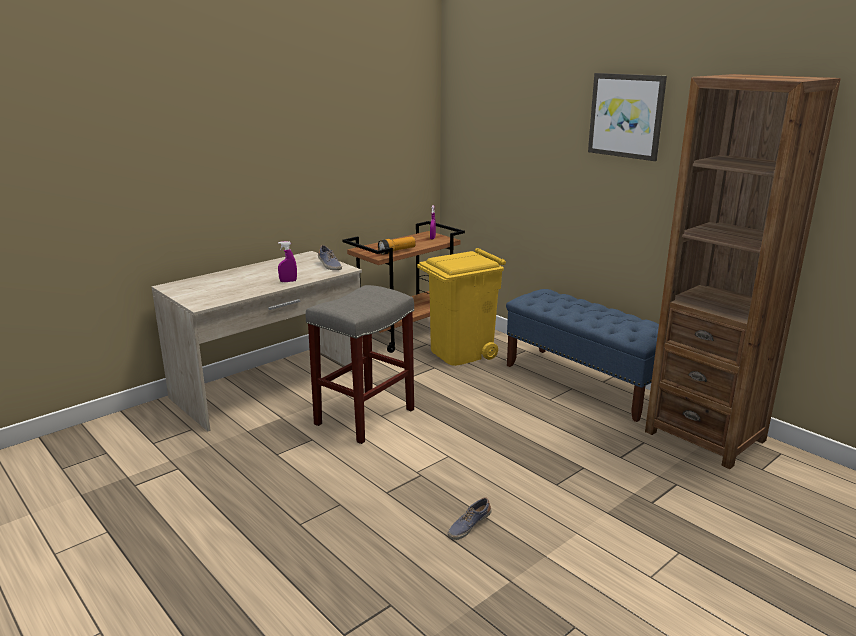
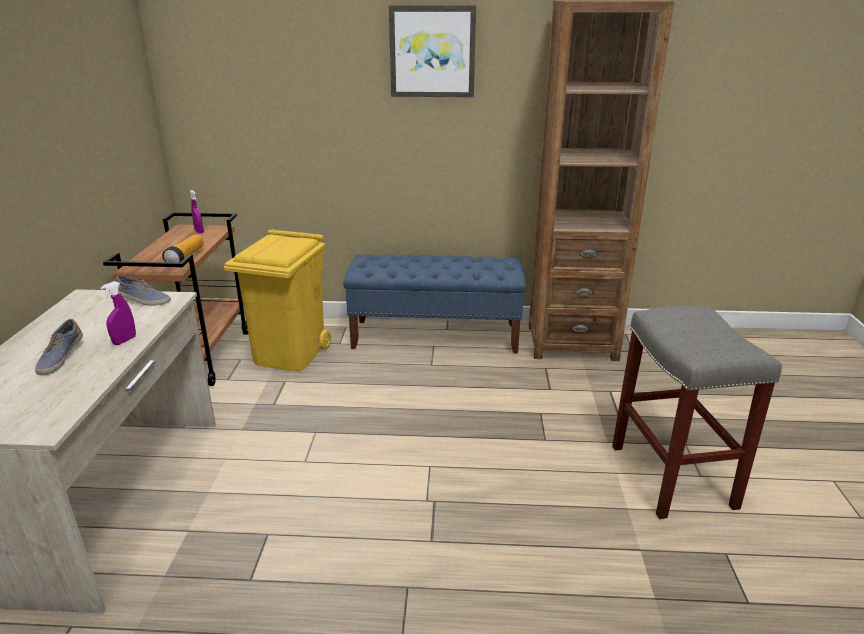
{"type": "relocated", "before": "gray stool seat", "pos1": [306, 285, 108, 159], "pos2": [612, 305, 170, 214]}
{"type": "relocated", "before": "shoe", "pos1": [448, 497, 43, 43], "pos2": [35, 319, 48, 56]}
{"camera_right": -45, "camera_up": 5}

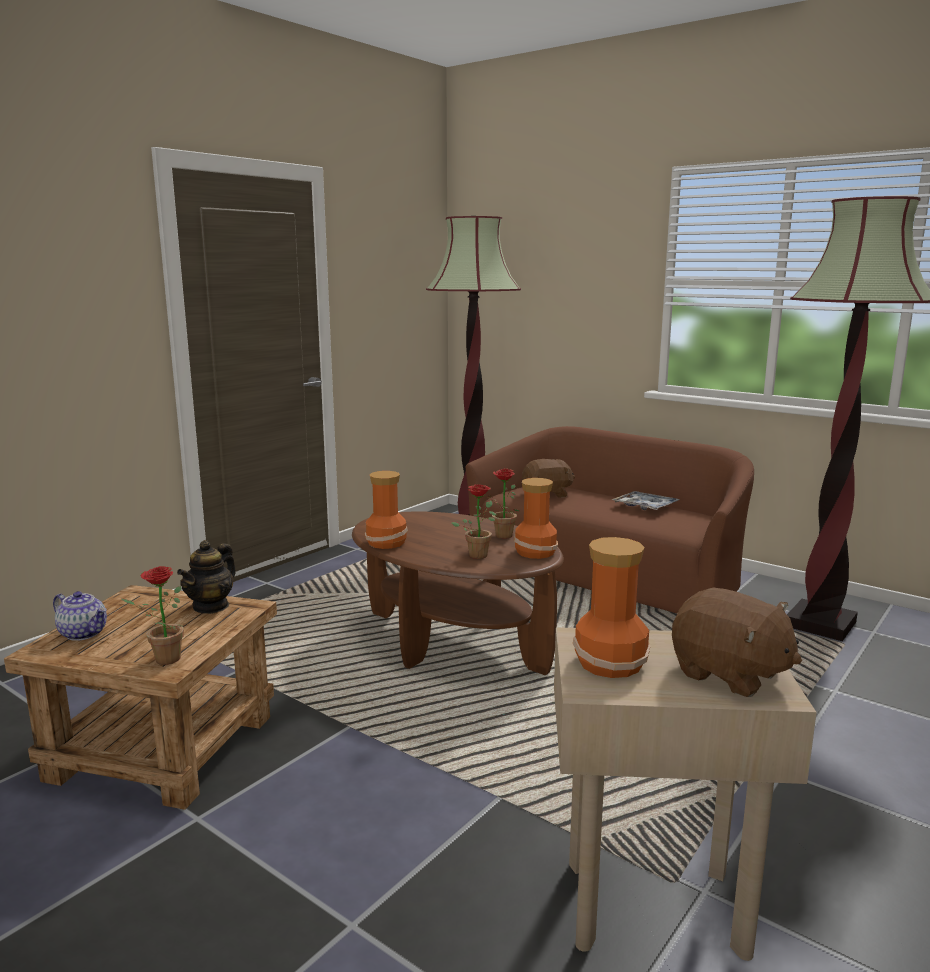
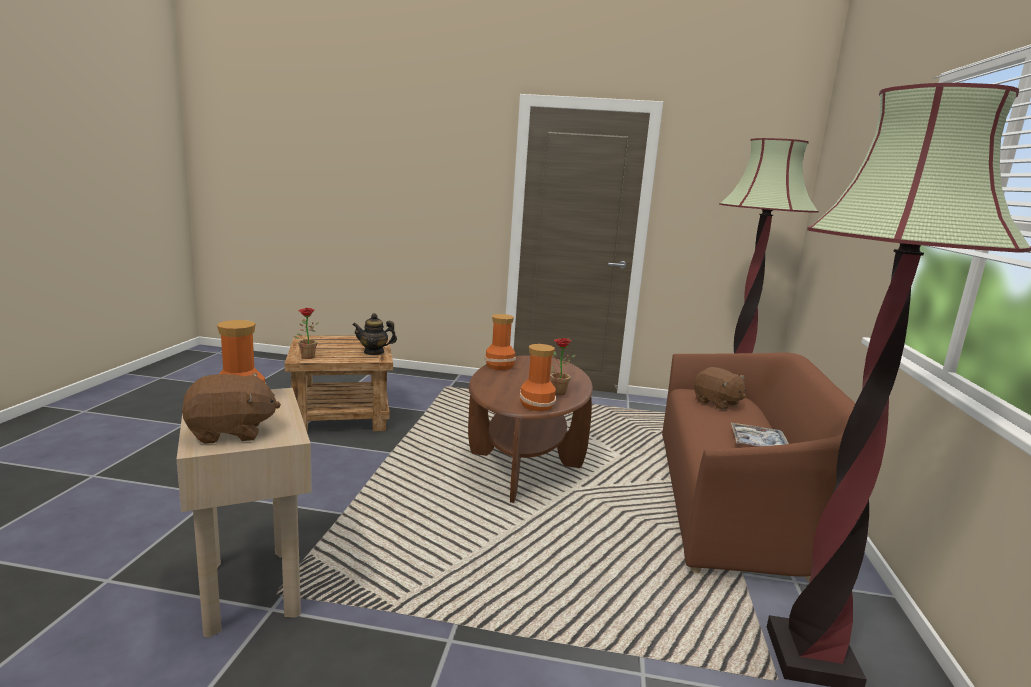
{"type": "missing", "before": "potted plant", "pos1": [451, 484, 45, 75]}
{"type": "spun", "before": "brown-coloured plush toy", "pos1": [672, 588, 130, 109], "pos2": [181, 373, 100, 71], "turn": -120}
{"type": "missing", "before": "tea pot", "pos1": [53, 591, 54, 50]}
{"camera_right": 60, "camera_up": 0}

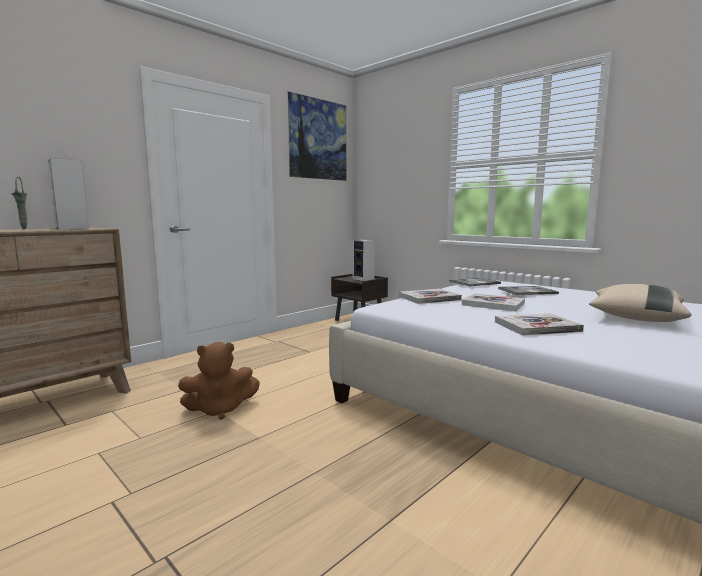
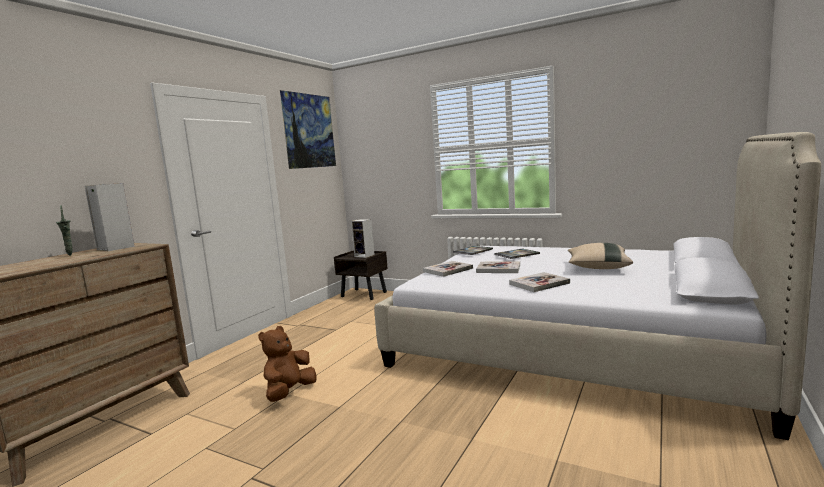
{"type": "spun", "before": "brown-coloured plush toy", "pos1": [178, 342, 82, 78], "pos2": [258, 326, 59, 76], "turn": 150}
{"camera_right": -15, "camera_up": 0}

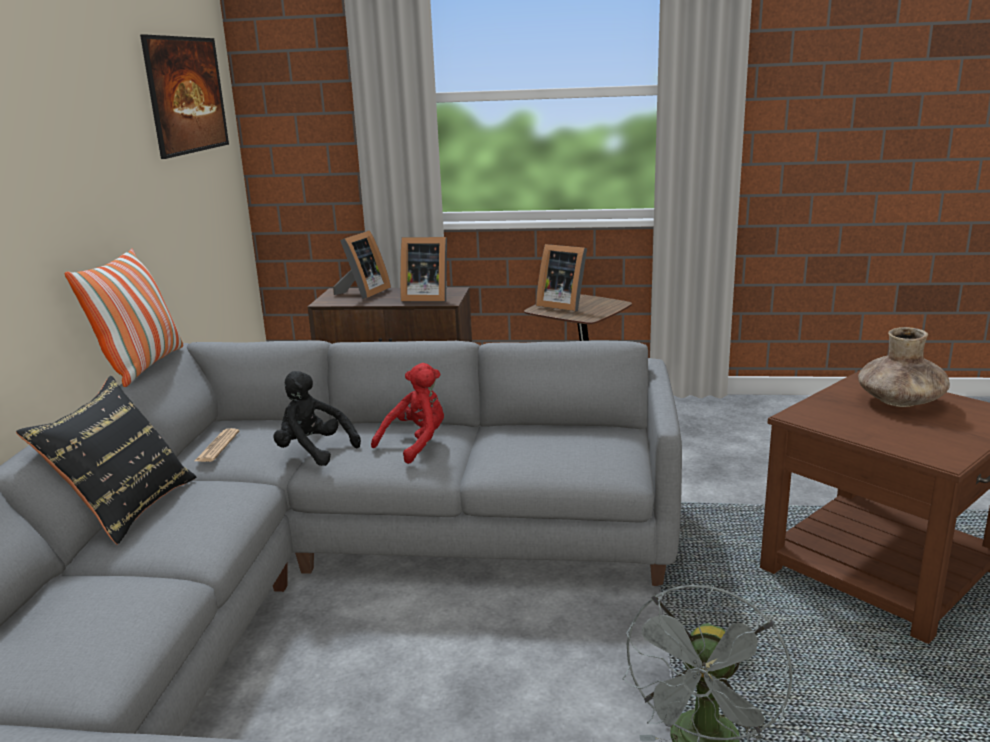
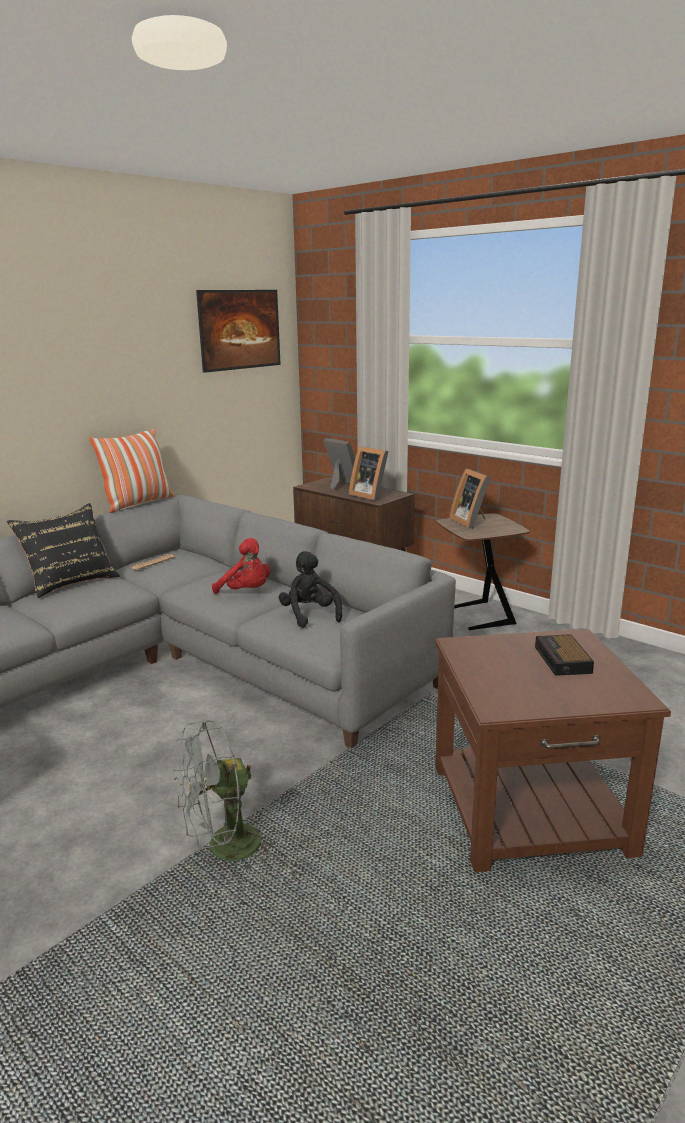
{"type": "spun", "before": "picture frame", "pos1": [333, 230, 58, 69], "pos2": [324, 438, 31, 52], "turn": -105}
{"type": "exchanged", "before": "brown-coloured vase", "after": "table clock", "pos1": [858, 327, 92, 80], "pos2": [535, 634, 59, 42]}
{"type": "spun", "before": "reddish plush toy", "pos1": [371, 363, 73, 101], "pos2": [212, 538, 58, 56], "turn": 45}
{"type": "relocated", "before": "black plush toy", "pos1": [273, 371, 88, 95], "pos2": [279, 551, 63, 77]}
{"camera_right": 35, "camera_up": 0}

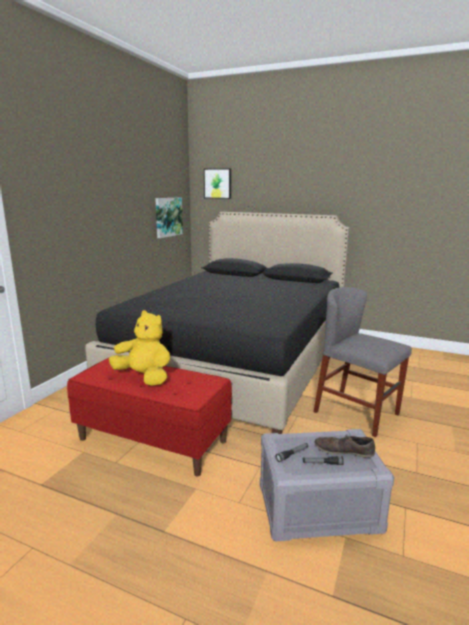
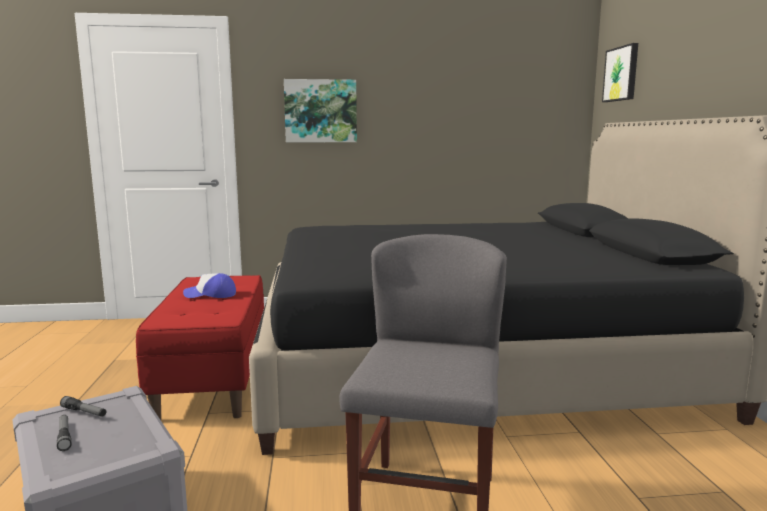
{"type": "relocated", "before": "picture", "pos1": [155, 197, 28, 41], "pos2": [284, 79, 73, 63]}
{"type": "exchanged", "before": "yellow-coloured plush toy", "after": "baseball cap", "pos1": [109, 310, 61, 76], "pos2": [183, 273, 53, 25]}
{"type": "missing", "before": "brown-coloured shoe", "pos1": [314, 435, 61, 23]}
{"camera_right": 60, "camera_up": -5}

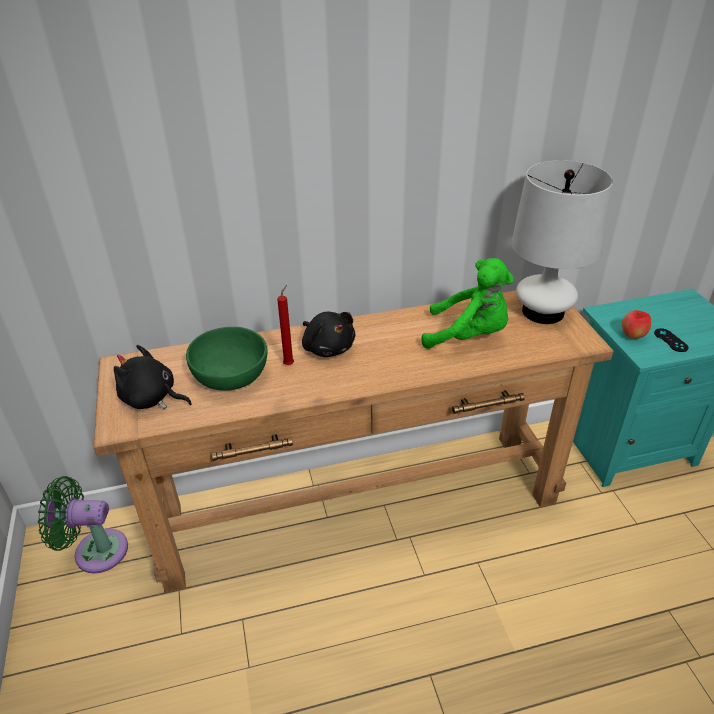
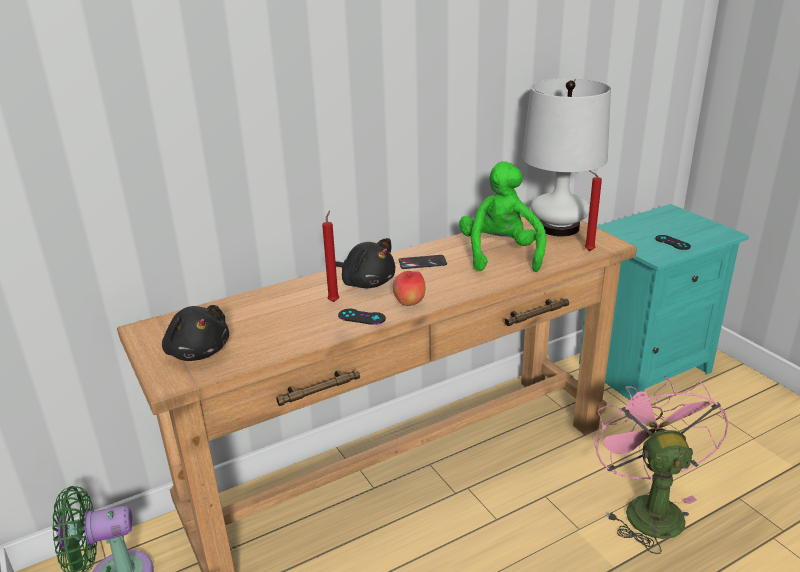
{"type": "spun", "before": "green plush toy", "pos1": [422, 258, 92, 91], "pos2": [459, 161, 87, 111], "turn": -90}
{"type": "relocated", "before": "whole apple", "pos1": [622, 310, 29, 29], "pos2": [393, 271, 33, 35]}
{"type": "missing", "before": "green deep dish", "pos1": [186, 327, 82, 64]}
{"type": "spun", "before": "black plush toy", "pos1": [114, 345, 78, 64], "pos2": [162, 305, 67, 56], "turn": -135}
{"type": "appeared", "after": "reddish wax candle", "pos2": [585, 170, 17, 81]}
{"type": "appeared", "after": "handset", "pos2": [399, 255, 48, 14]}
{"type": "appeared", "after": "black game controller", "pos2": [338, 309, 48, 16]}
{"type": "appeared", "after": "pinkish electric fan", "pos2": [592, 376, 137, 178]}
{"camera_right": -15, "camera_up": -10}

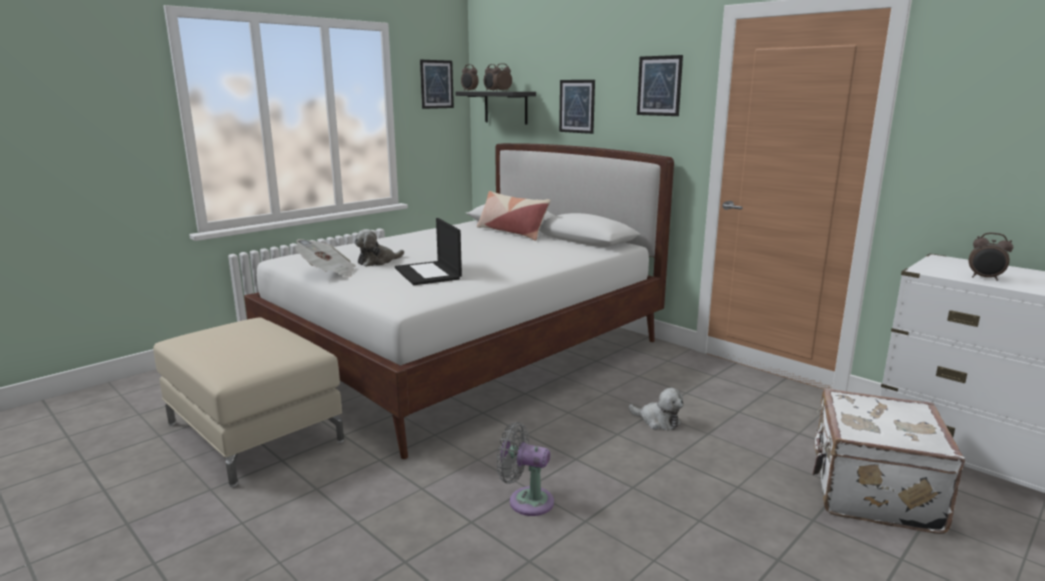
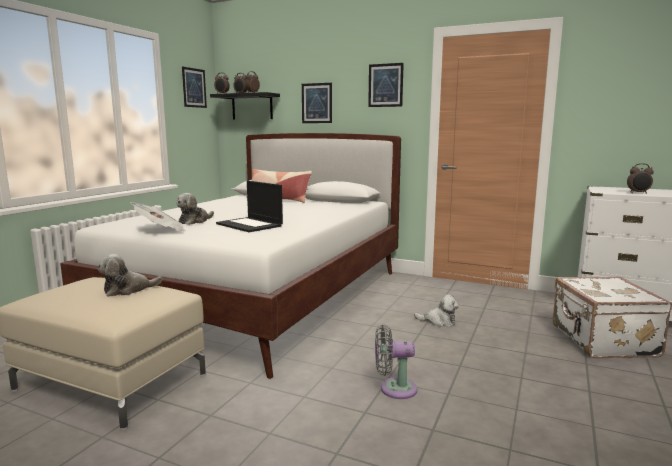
{"type": "appeared", "after": "plush toy", "pos2": [98, 254, 65, 43]}
{"camera_right": -20, "camera_up": -5}

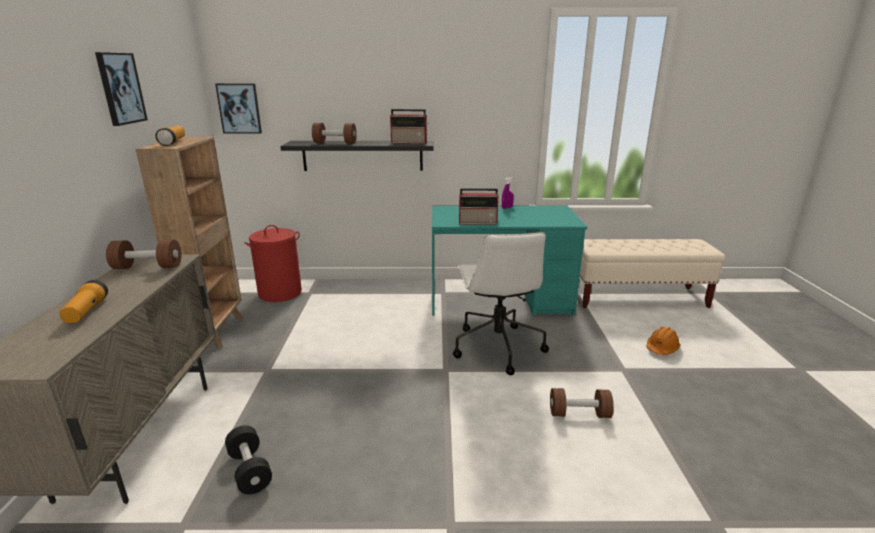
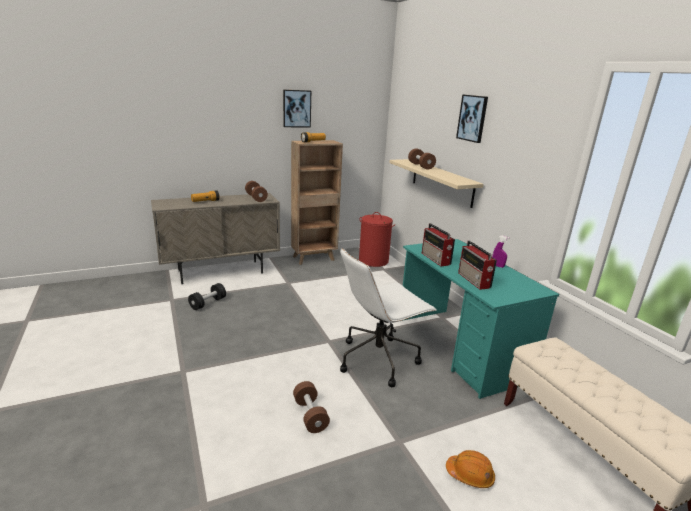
{"type": "relocated", "before": "picture", "pos1": [215, 84, 47, 50], "pos2": [456, 95, 32, 48]}
{"type": "relocated", "before": "radio receiver", "pos1": [390, 109, 38, 35], "pos2": [458, 241, 39, 49]}
{"type": "colour", "before": "black bracket shelf", "after": "beige bracket shelf", "pos1": [280, 141, 154, 30], "pos2": [389, 159, 95, 49]}
{"camera_right": 65, "camera_up": 0}

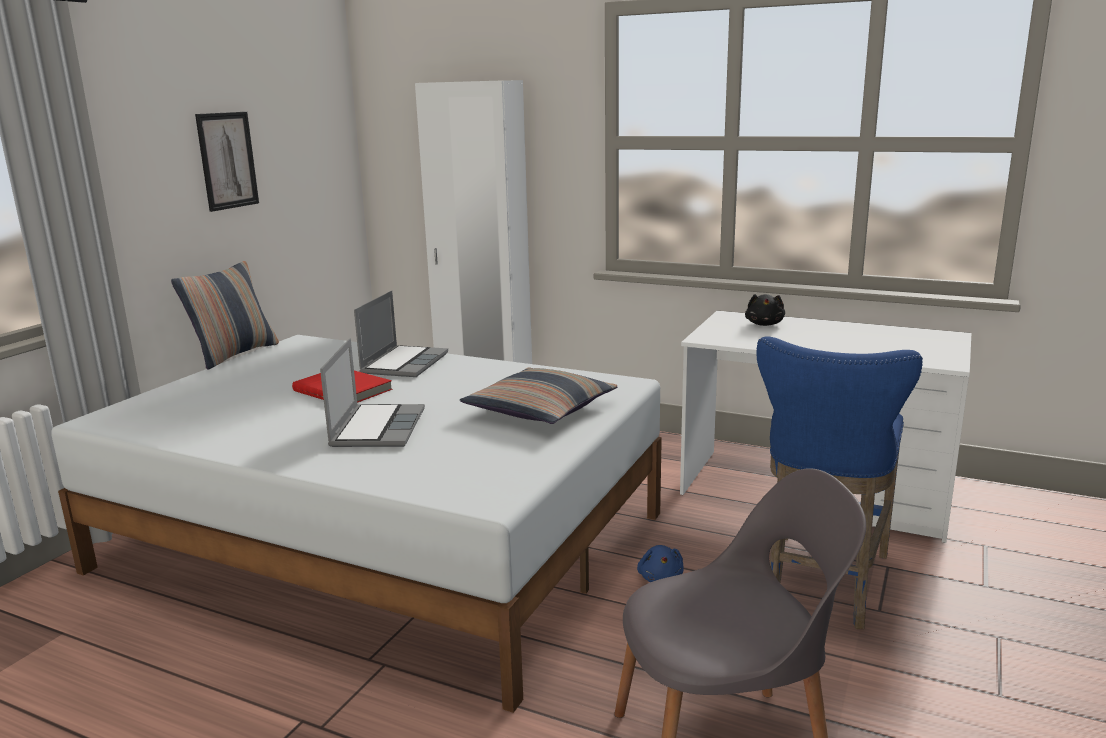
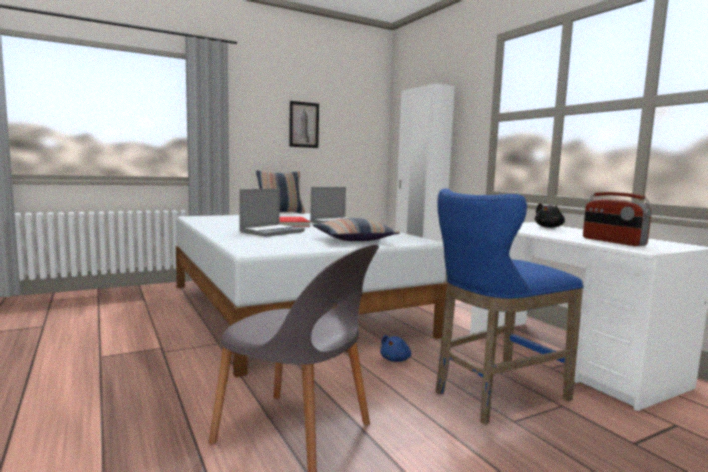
{"type": "appeared", "after": "radio receiver", "pos2": [583, 192, 69, 54]}
{"camera_right": 35, "camera_up": -10}

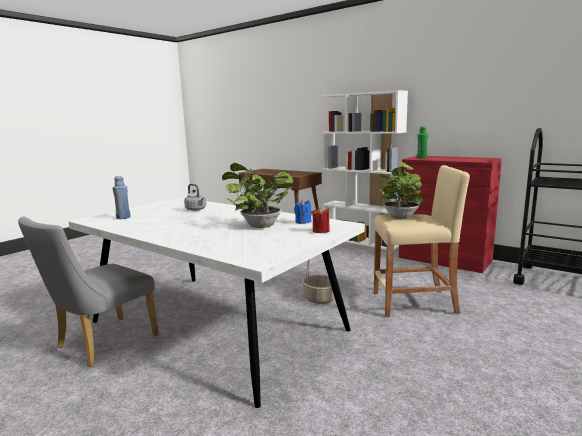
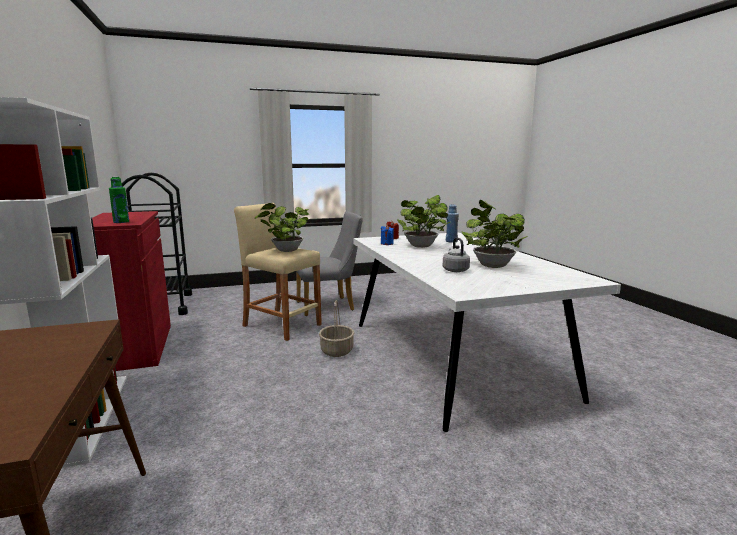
{"type": "relocated", "before": "blue drink bottle", "pos1": [112, 176, 19, 43], "pos2": [446, 204, 13, 39]}
{"type": "relocated", "before": "gray chair", "pos1": [18, 217, 141, 150], "pos2": [296, 212, 67, 104]}
{"type": "appeared", "after": "potted plant", "pos2": [462, 200, 66, 68]}
{"camera_right": -145, "camera_up": 0}

